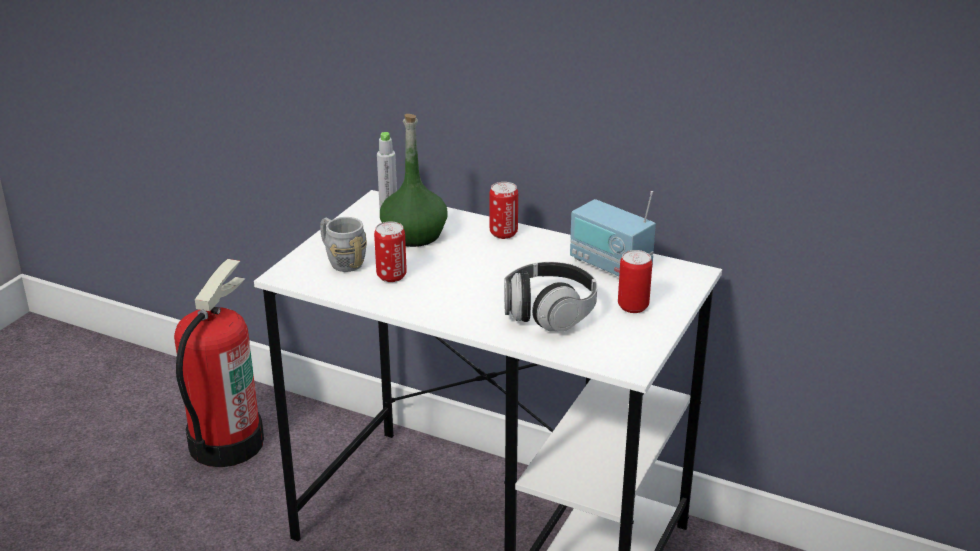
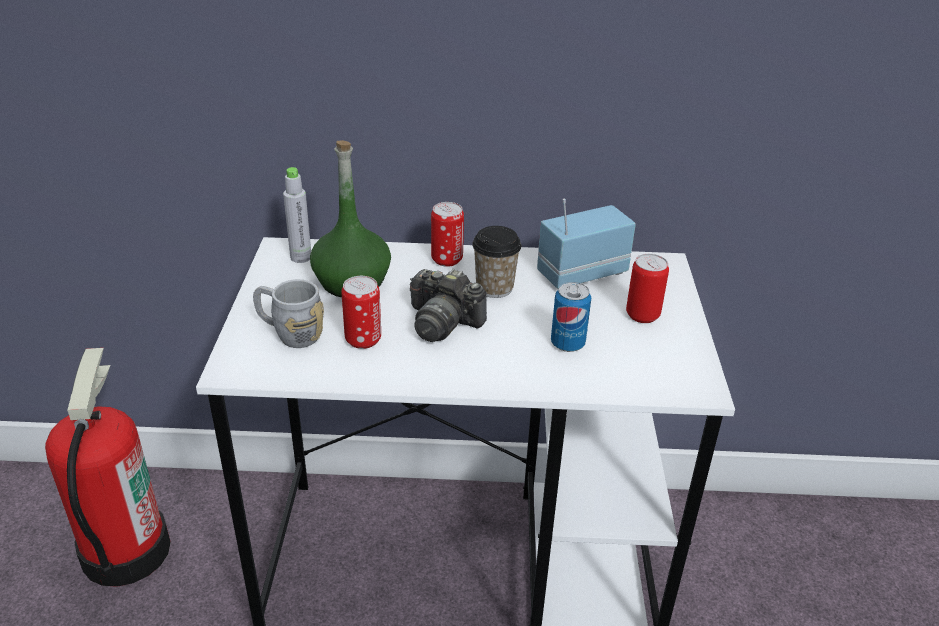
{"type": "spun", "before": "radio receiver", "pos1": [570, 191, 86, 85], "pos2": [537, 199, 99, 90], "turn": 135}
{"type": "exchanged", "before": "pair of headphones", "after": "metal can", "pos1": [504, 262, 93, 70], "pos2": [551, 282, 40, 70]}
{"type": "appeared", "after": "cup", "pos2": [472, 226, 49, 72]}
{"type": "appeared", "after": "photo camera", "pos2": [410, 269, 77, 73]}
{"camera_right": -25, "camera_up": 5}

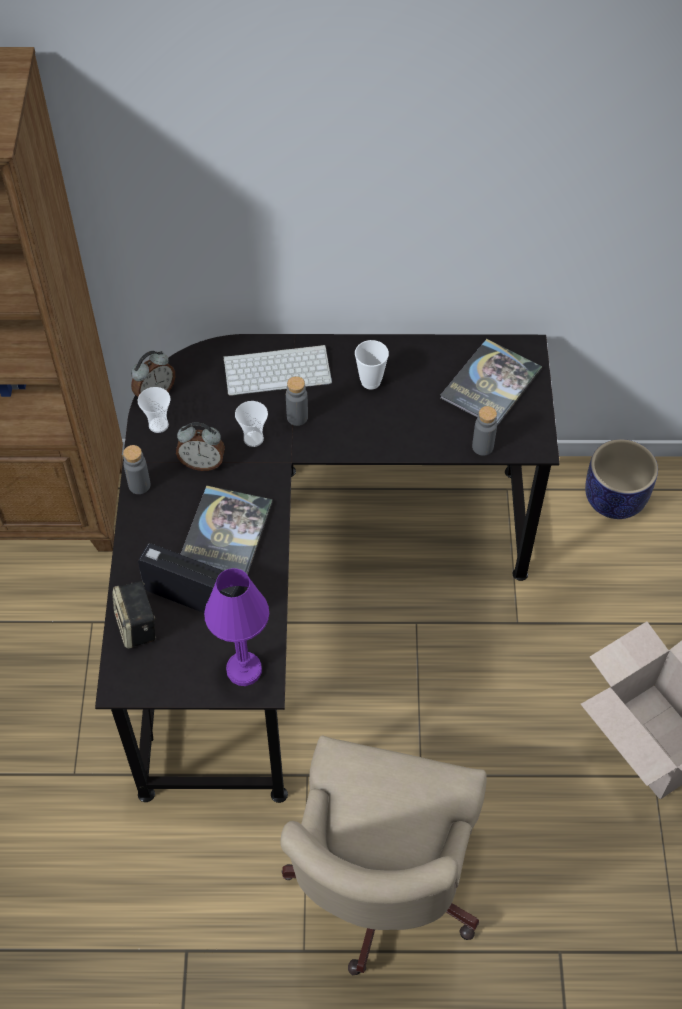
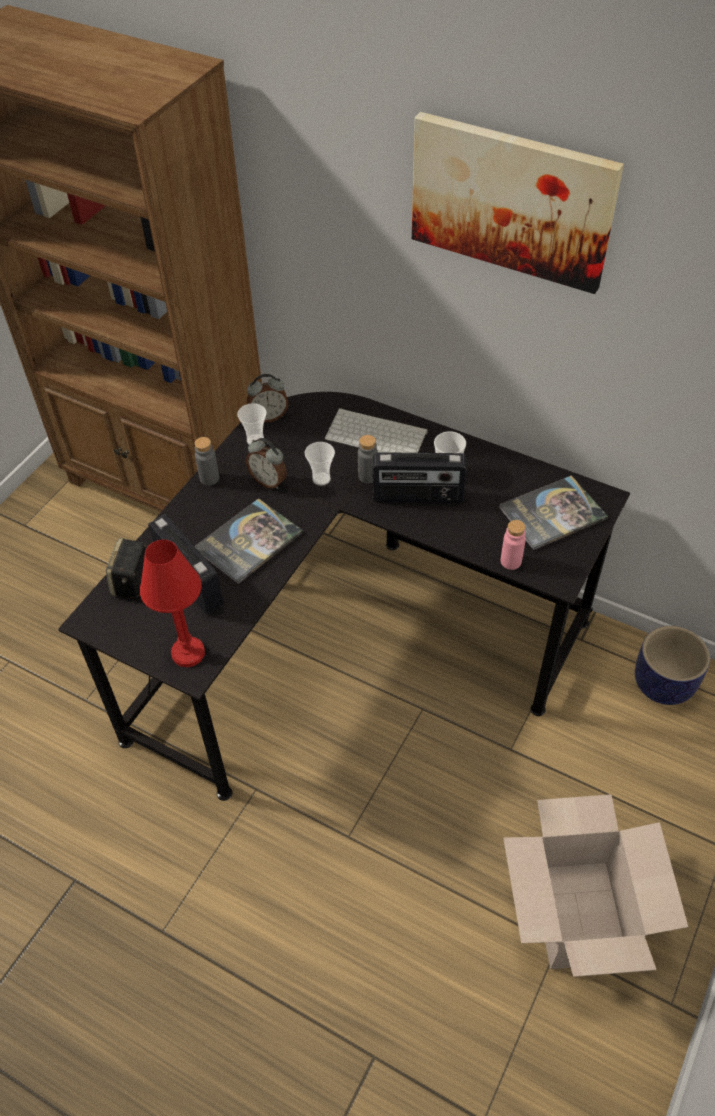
{"type": "colour", "before": "gray drink bottle", "after": "pinkish drink bottle", "pos1": [472, 406, 25, 50], "pos2": [501, 520, 25, 50]}
{"type": "colour", "before": "purple-coloured table lamp", "after": "reddish table lamp", "pos1": [204, 568, 65, 118], "pos2": [140, 540, 65, 127]}
{"type": "missing", "before": "beige computer chair", "pos1": [281, 736, 206, 239]}
{"type": "appeared", "after": "picture", "pos2": [412, 112, 212, 182]}
{"type": "appeared", "after": "radio receiver", "pos2": [373, 452, 93, 51]}
{"camera_right": 30, "camera_up": -5}

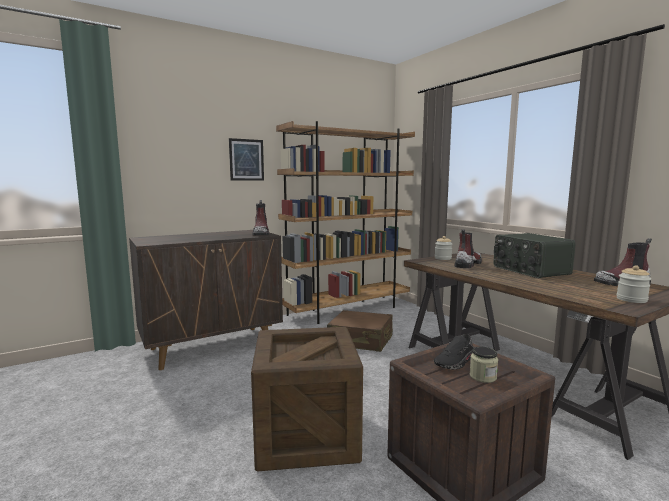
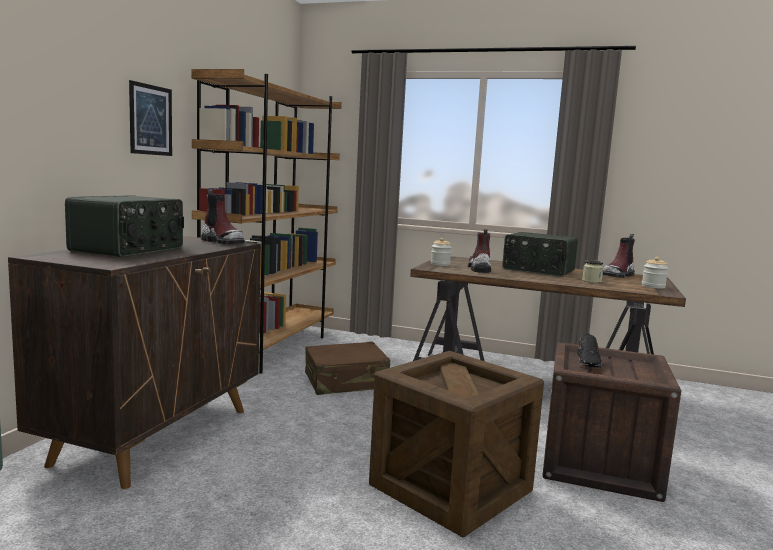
{"type": "relocated", "before": "jar", "pos1": [470, 347, 28, 36], "pos2": [582, 260, 22, 23]}
{"type": "appeared", "after": "radio receiver", "pos2": [65, 195, 119, 62]}
{"camera_right": -40, "camera_up": 0}

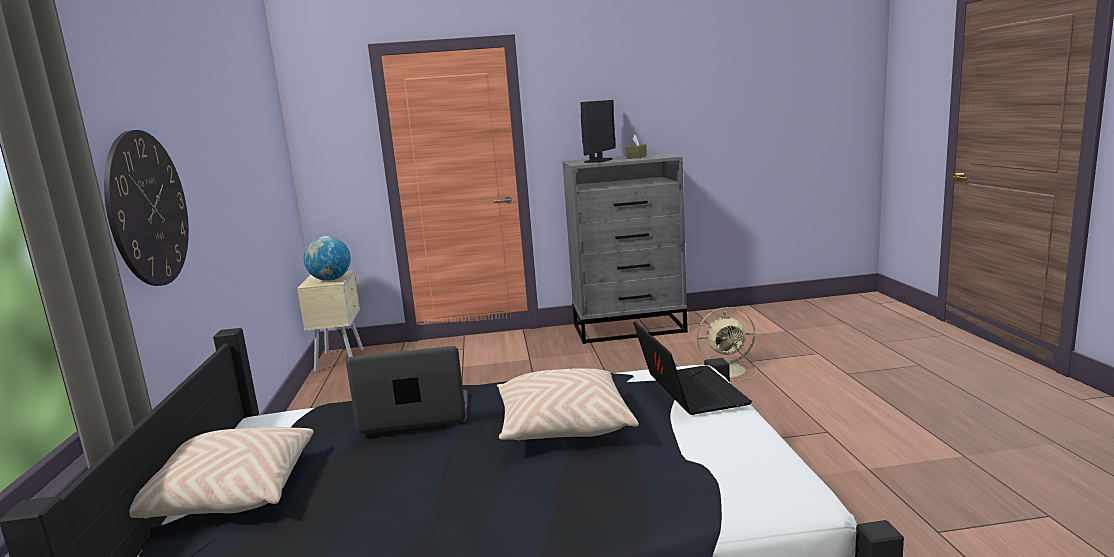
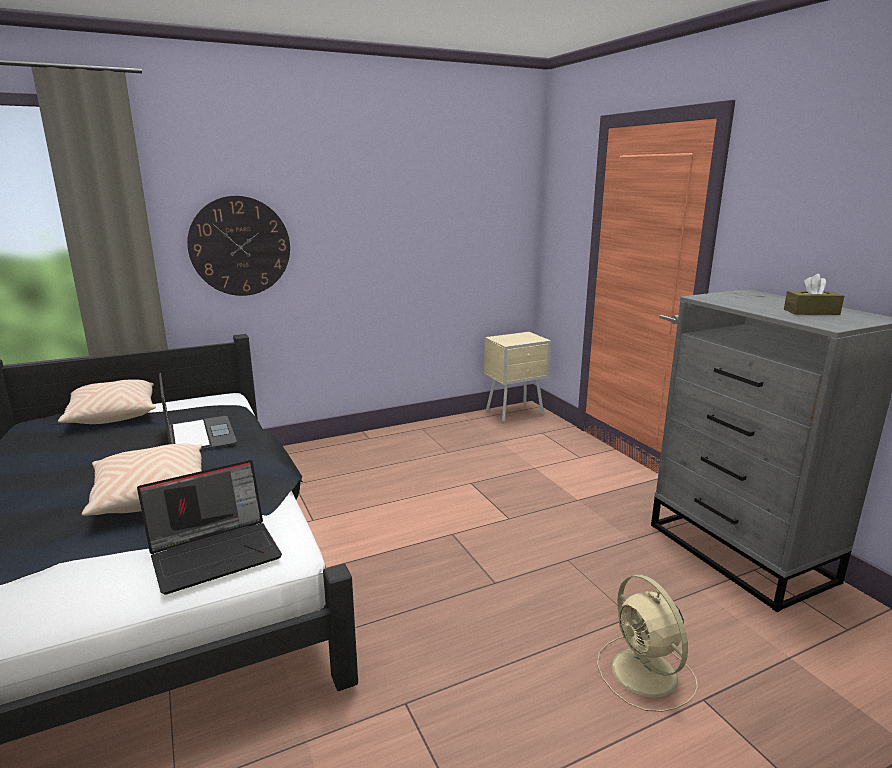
{"type": "missing", "before": "computer screen", "pos1": [580, 100, 36, 63]}
{"type": "missing", "before": "desk globe", "pos1": [304, 236, 47, 45]}
{"camera_right": 70, "camera_up": 5}

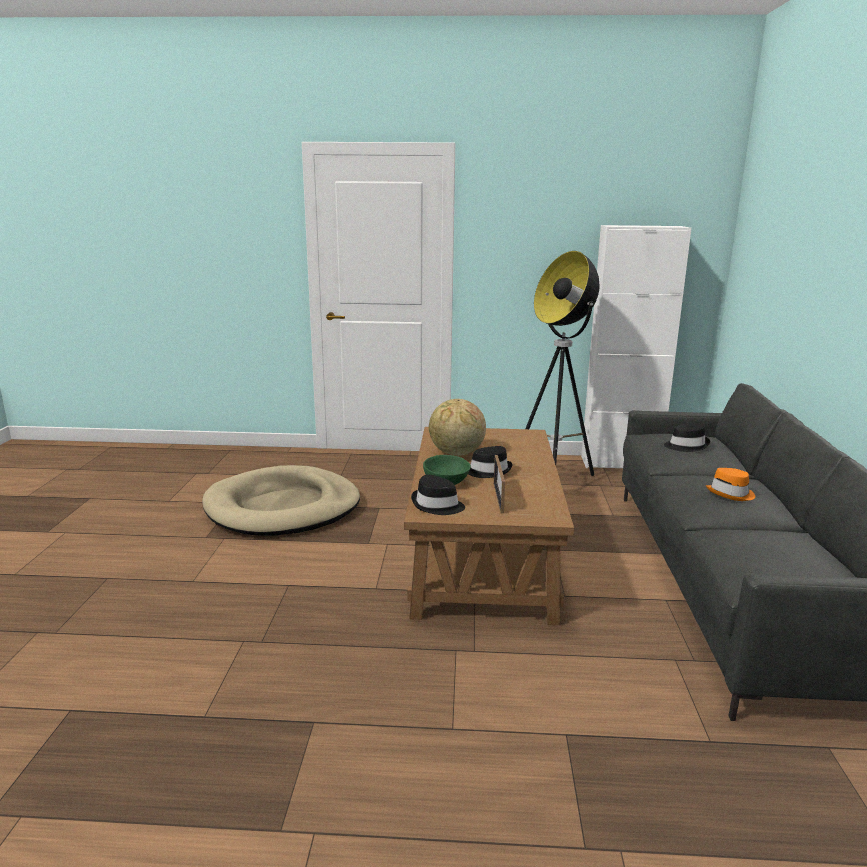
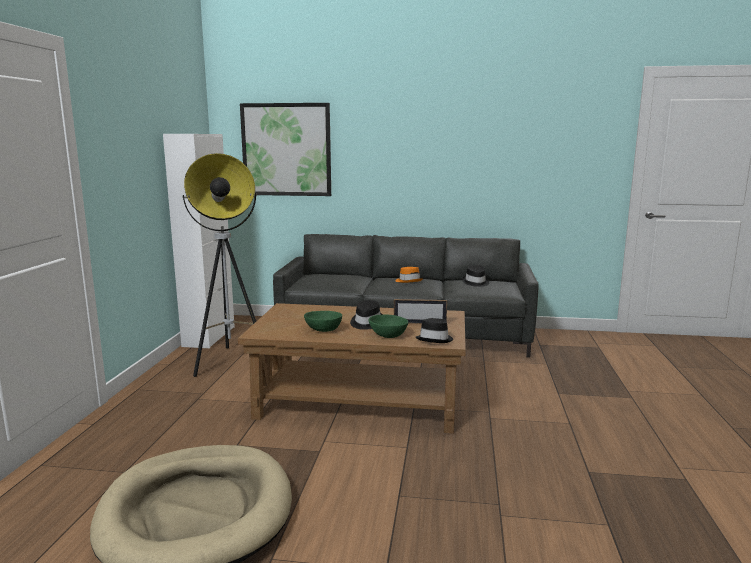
{"type": "exchanged", "before": "desk globe", "after": "green deep dish", "pos1": [429, 399, 57, 57], "pos2": [304, 311, 38, 21]}
{"type": "relocated", "before": "black hat", "pos1": [664, 422, 46, 30], "pos2": [462, 265, 27, 22]}
{"type": "appeared", "after": "picture", "pos2": [240, 103, 91, 93]}
{"camera_right": -85, "camera_up": -5}

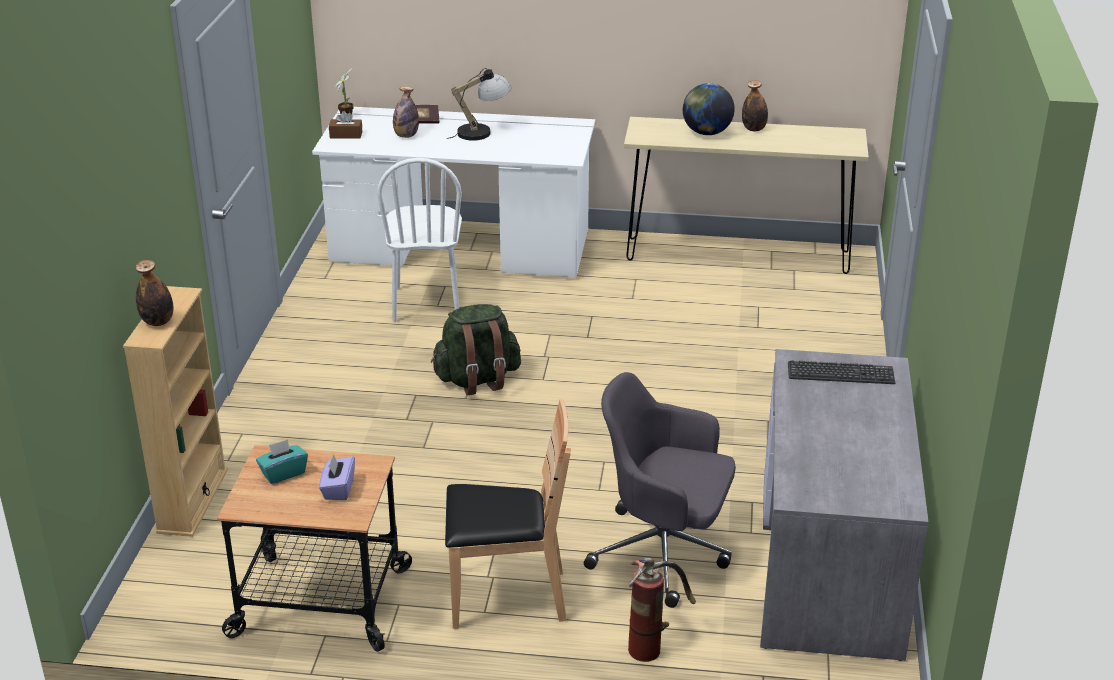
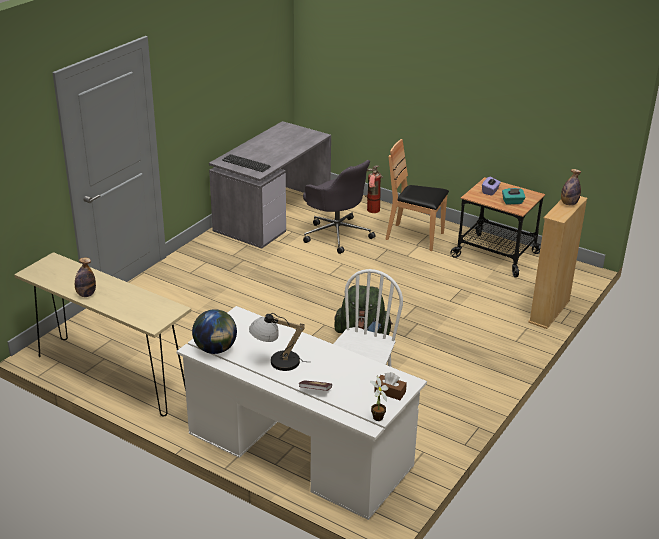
{"type": "relocated", "before": "desk globe", "pos1": [683, 83, 52, 52], "pos2": [192, 309, 45, 45]}
{"type": "missing", "before": "drink bottle", "pos1": [393, 86, 26, 52]}
{"camera_right": -155, "camera_up": 0}

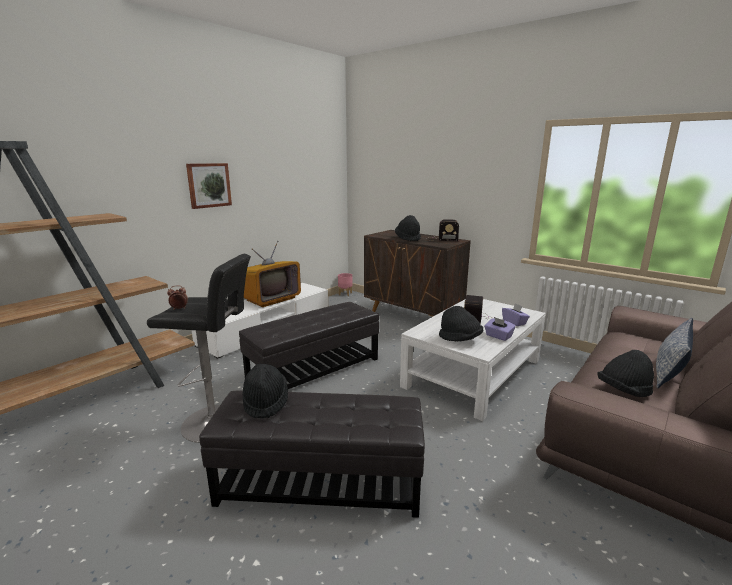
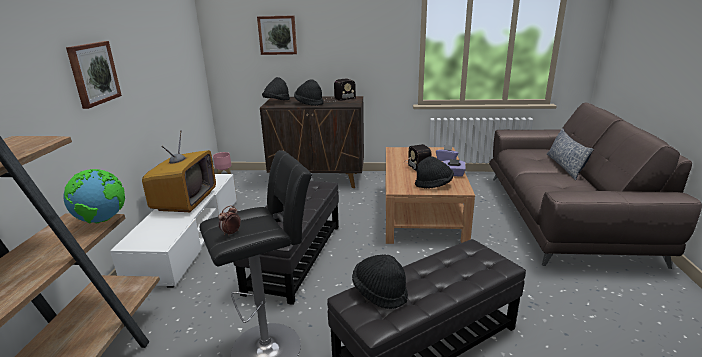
{"type": "colour", "before": "white-coloured lounge table", "after": "brown-coloured lounge table", "pos1": [400, 299, 146, 122], "pos2": [386, 147, 89, 97]}
{"type": "relocated", "before": "black hat", "pos1": [597, 350, 57, 47], "pos2": [262, 77, 28, 23]}
{"type": "appeared", "after": "picture", "pos2": [257, 15, 40, 40]}
{"type": "appeared", "after": "desk globe", "pos2": [64, 169, 61, 55]}
{"camera_right": -35, "camera_up": 5}

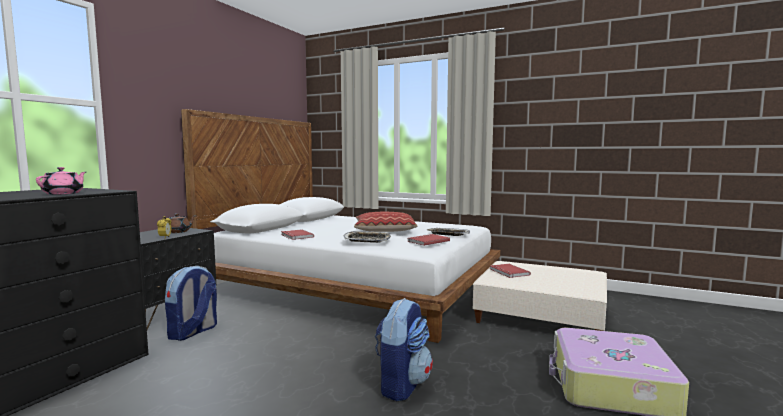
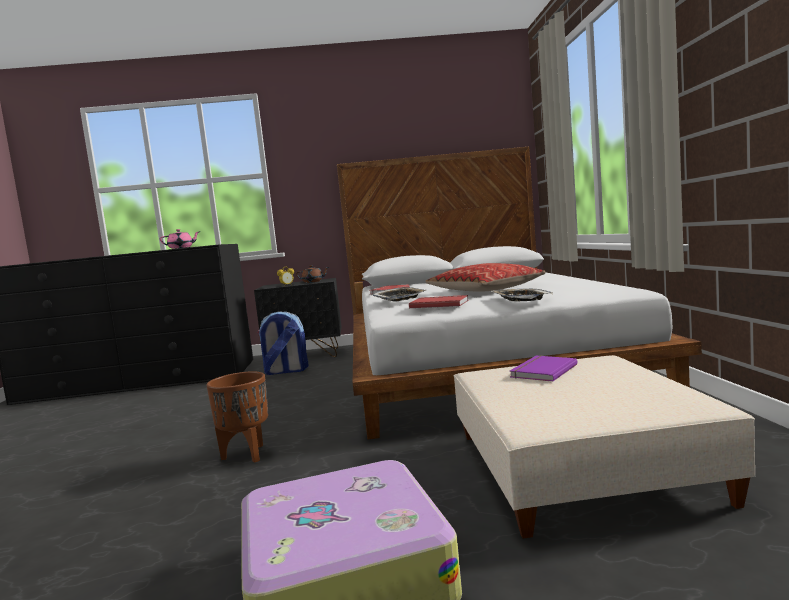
{"type": "colour", "before": "reddish book", "after": "purple-coloured book", "pos1": [490, 264, 41, 14], "pos2": [510, 356, 68, 26]}
{"type": "exchanged", "before": "backpack", "after": "brown-coloured planter", "pos1": [375, 298, 58, 103], "pos2": [206, 371, 62, 92]}
{"camera_right": 60, "camera_up": 0}

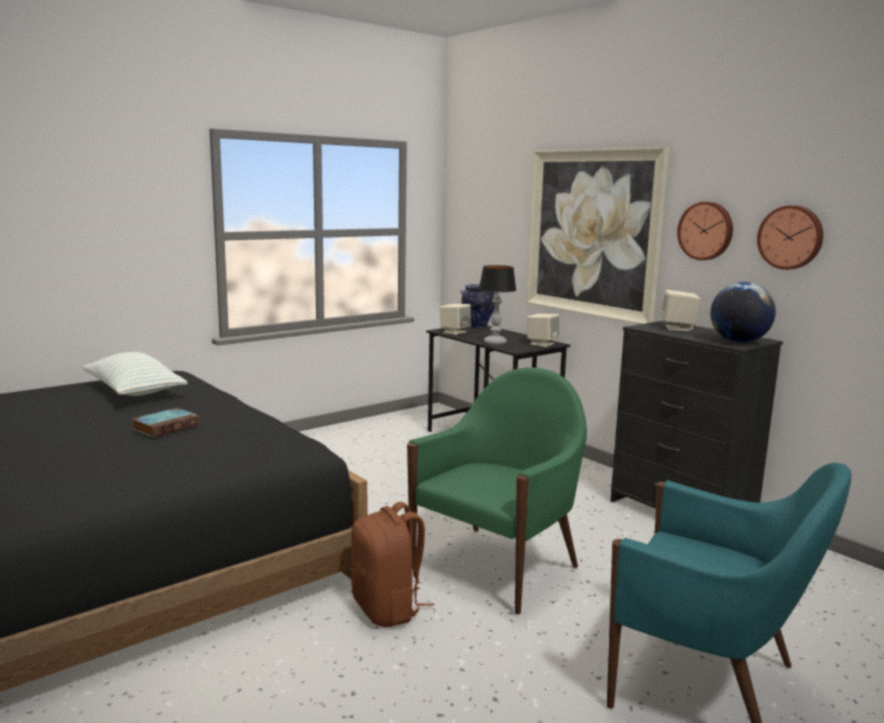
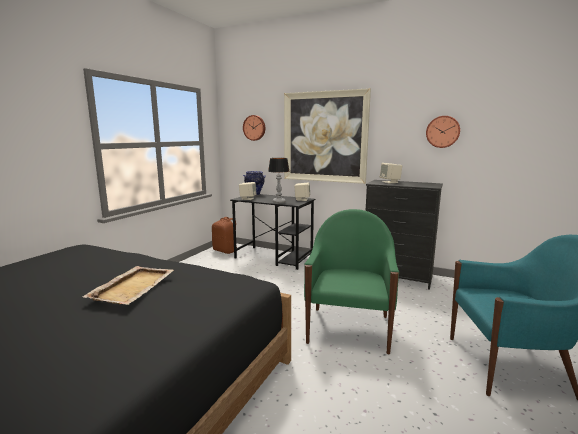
{"type": "relocated", "before": "clock on the wall", "pos1": [677, 202, 56, 58], "pos2": [243, 115, 22, 26]}
{"type": "missing", "before": "desk globe", "pos1": [710, 282, 66, 61]}
{"type": "missing", "before": "throw pillow", "pos1": [82, 352, 106, 44]}
{"type": "exchanged", "before": "book", "after": "beige carrying tray", "pos1": [133, 408, 67, 30], "pos2": [83, 266, 91, 39]}
{"type": "relocated", "before": "brown-coloured backpack", "pos1": [351, 502, 83, 125], "pos2": [212, 217, 24, 37]}
{"camera_right": -25, "camera_up": 0}

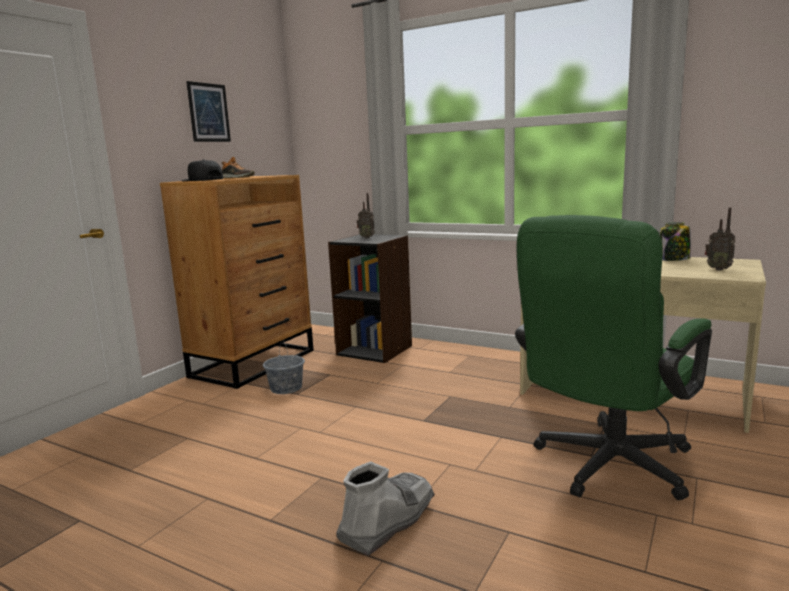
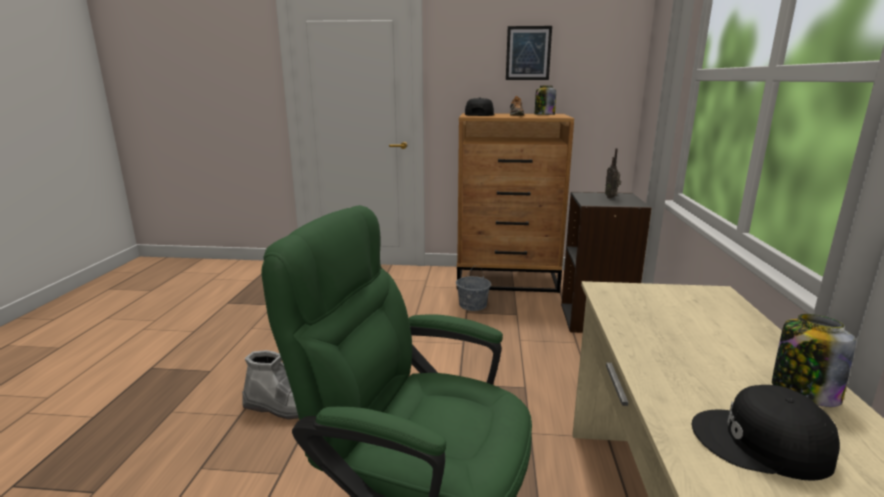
{"type": "exchanged", "before": "radio receiver", "after": "black baseball cap", "pos1": [705, 207, 31, 64], "pos2": [692, 385, 148, 96]}
{"type": "appeared", "after": "jar", "pos2": [535, 85, 21, 30]}
{"camera_right": 65, "camera_up": 5}

